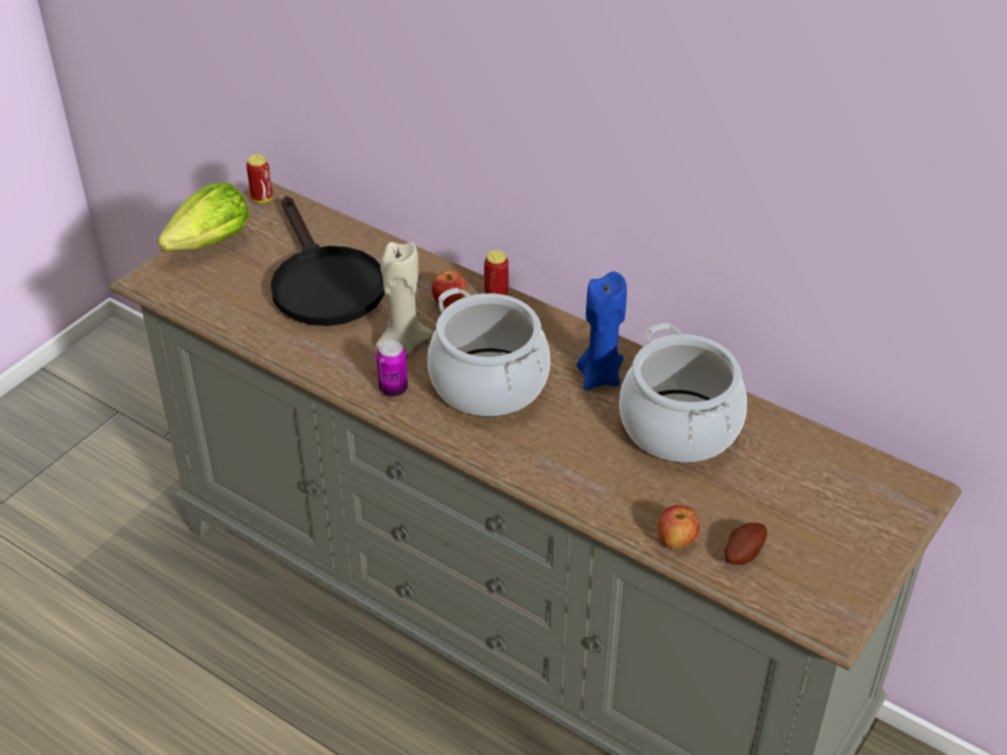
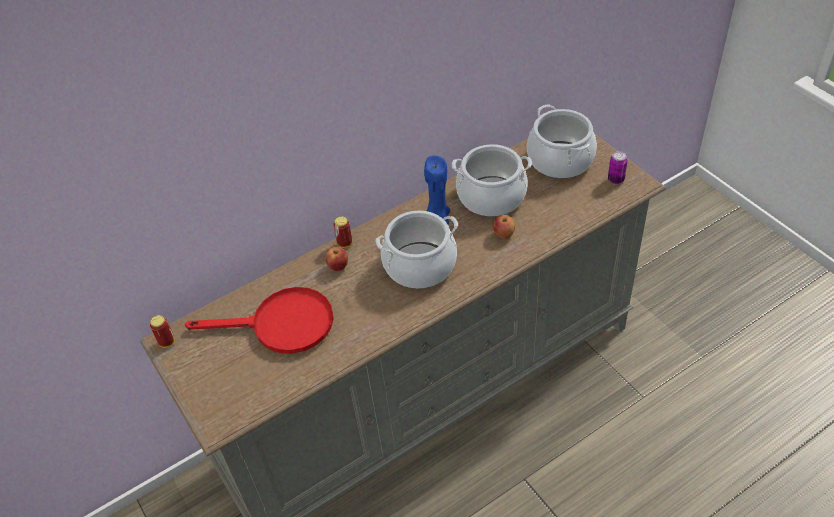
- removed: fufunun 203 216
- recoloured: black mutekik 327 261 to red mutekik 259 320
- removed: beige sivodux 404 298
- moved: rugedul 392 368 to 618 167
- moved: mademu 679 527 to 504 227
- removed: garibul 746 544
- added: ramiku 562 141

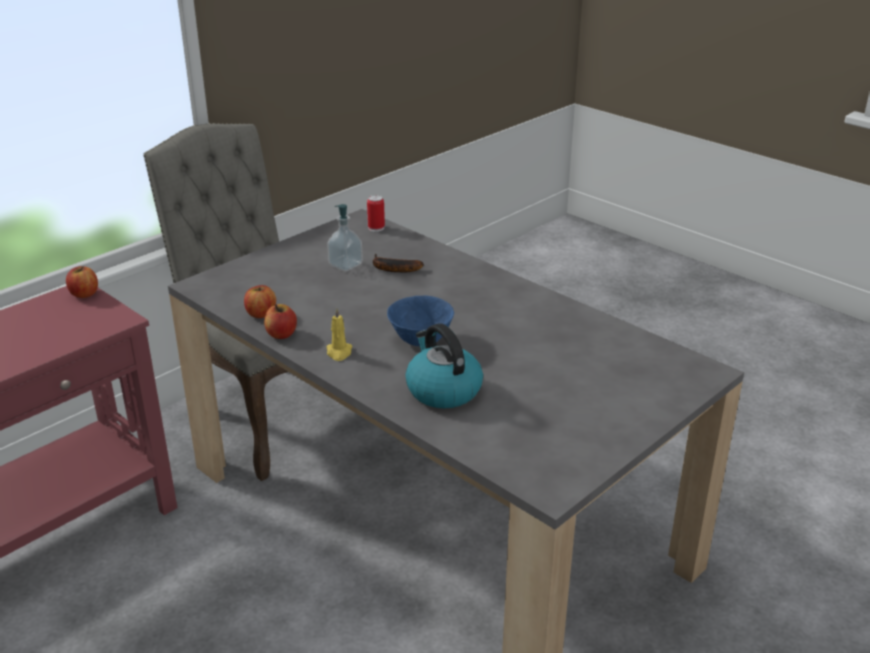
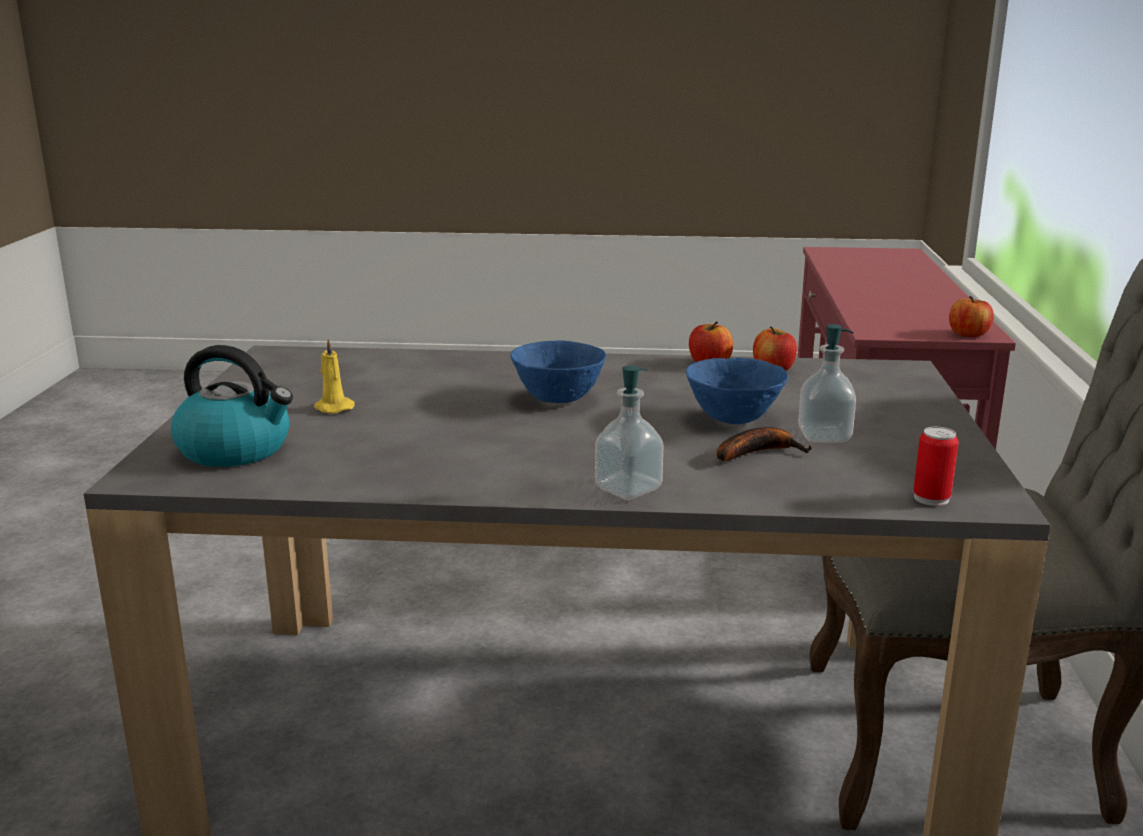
- moved: yellow sivodux 339 334 to 334 376
- moved: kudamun 444 365 to 232 406
- added: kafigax 629 432
- added: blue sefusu 737 390

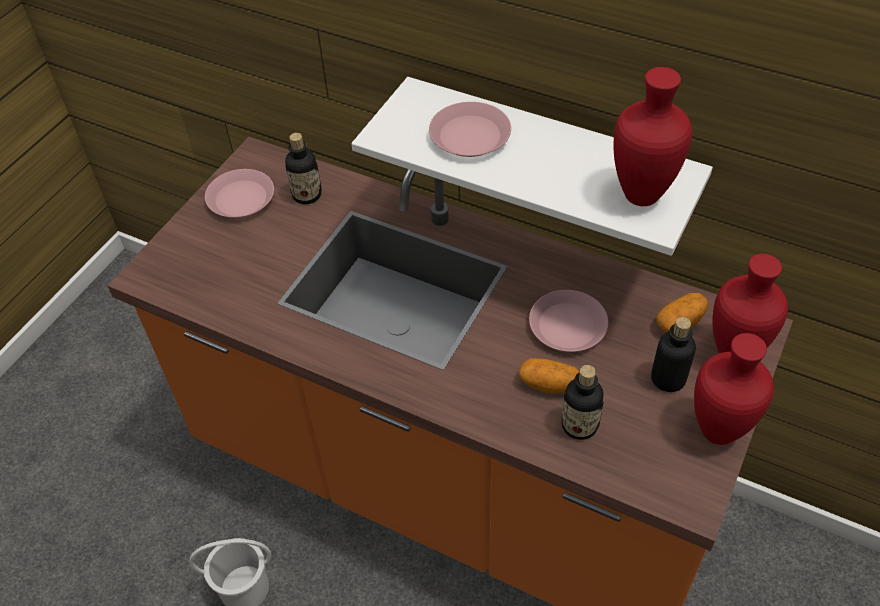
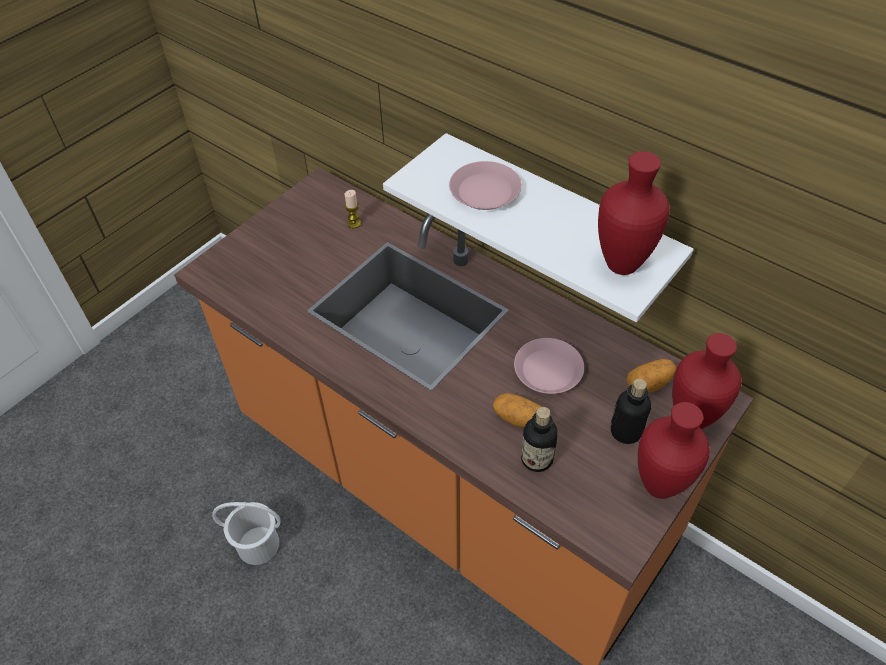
- removed: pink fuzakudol 239 193
- replaced: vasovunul 303 168 to sivodux 353 209

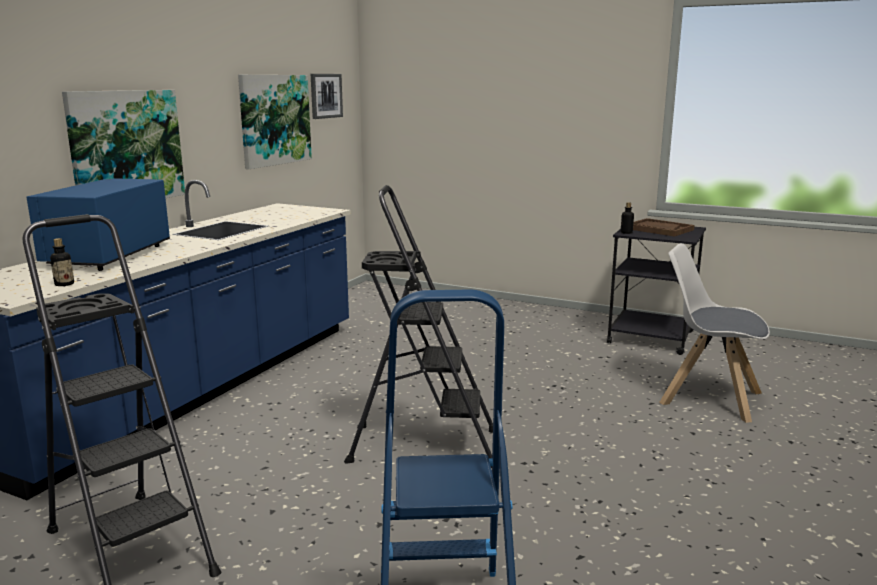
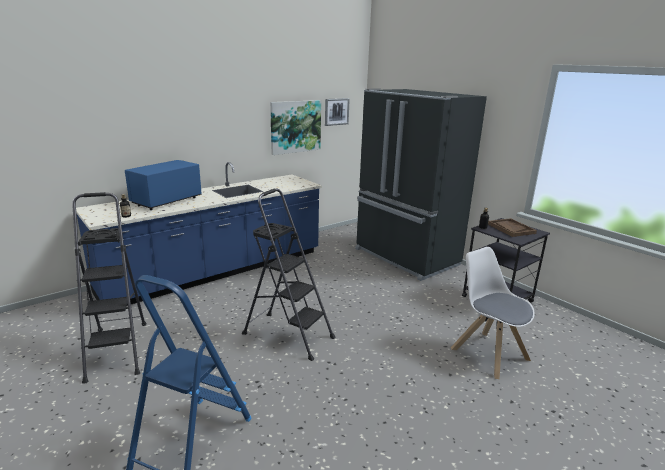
- removed: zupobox 123 144
- added: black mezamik 421 184

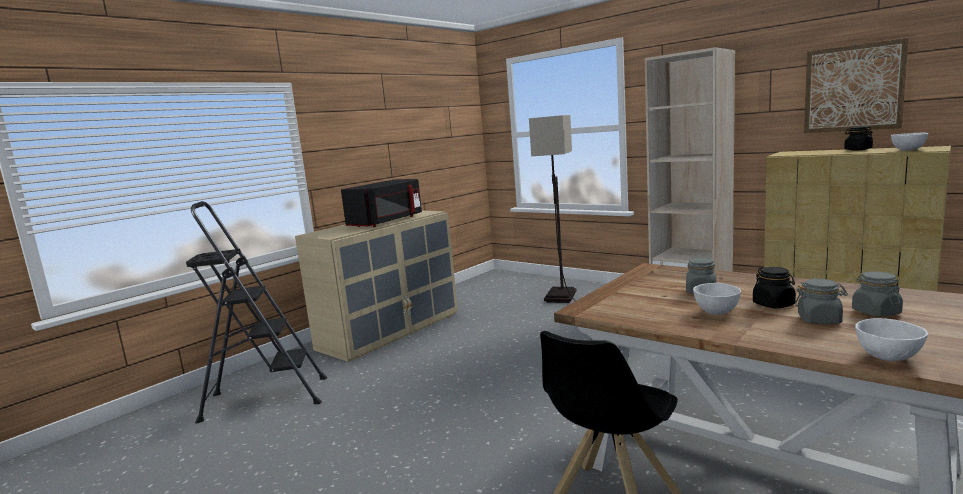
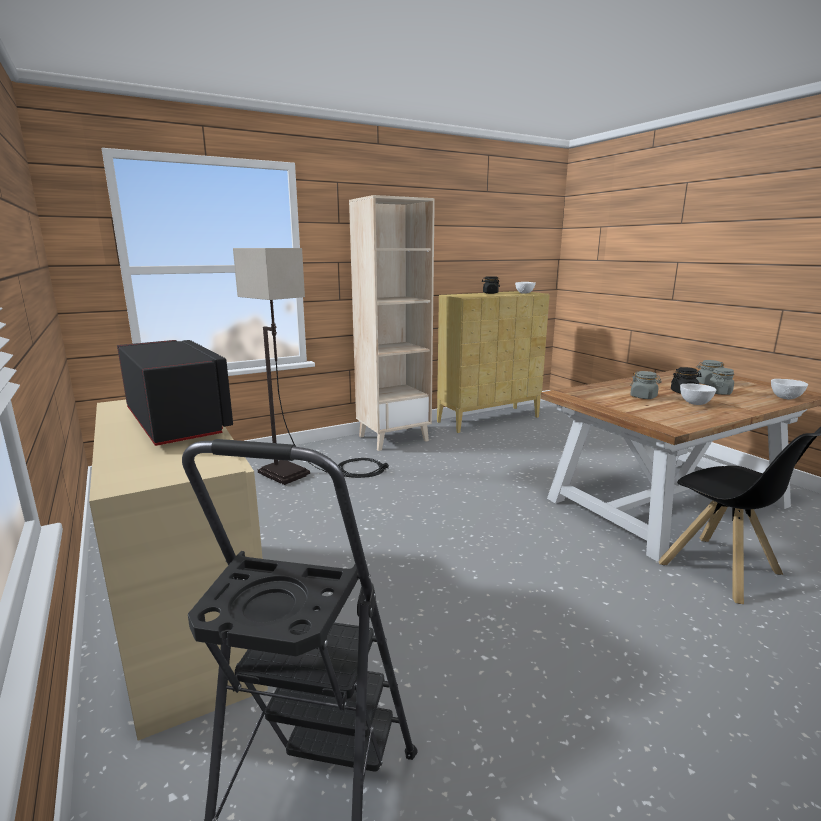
- removed: zupobox 856 85

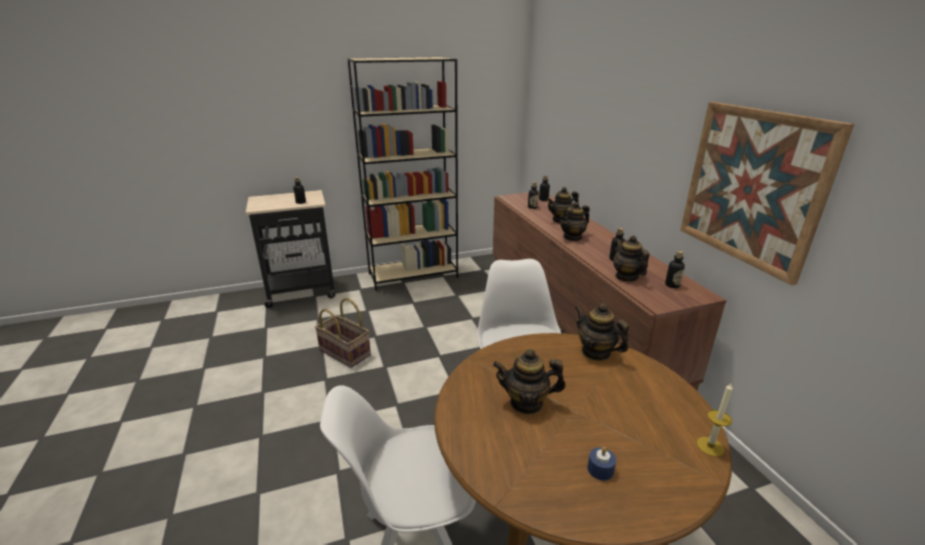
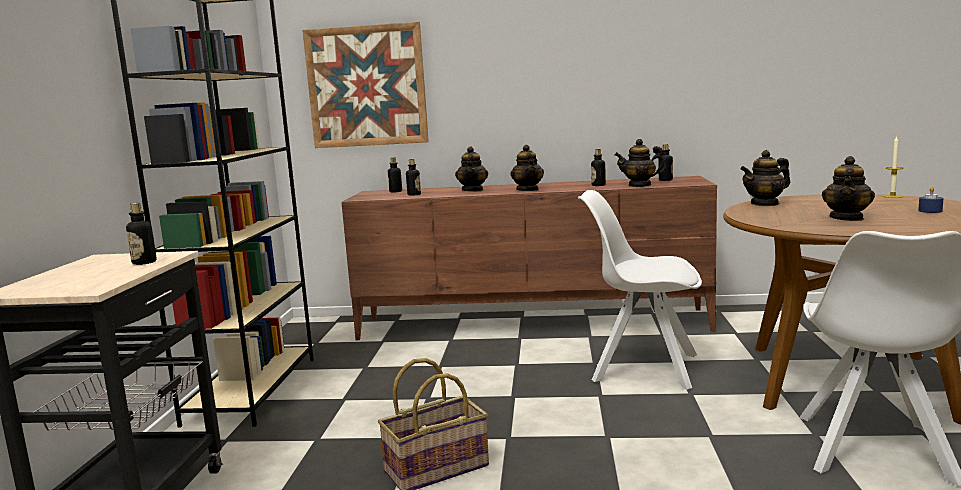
- moved: zupobox 767 193 to 365 85

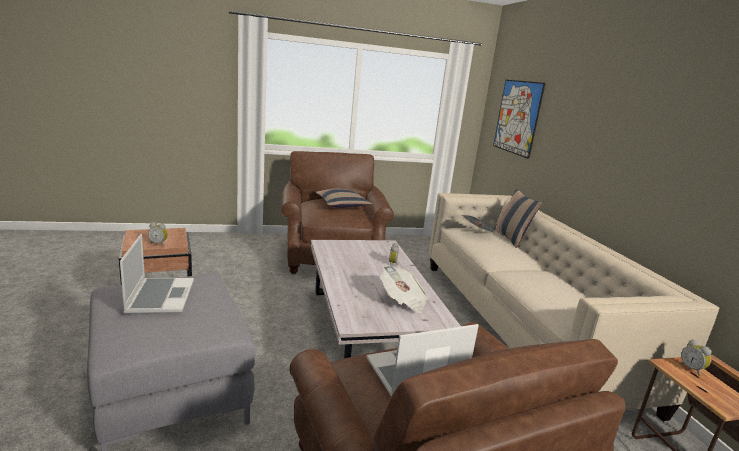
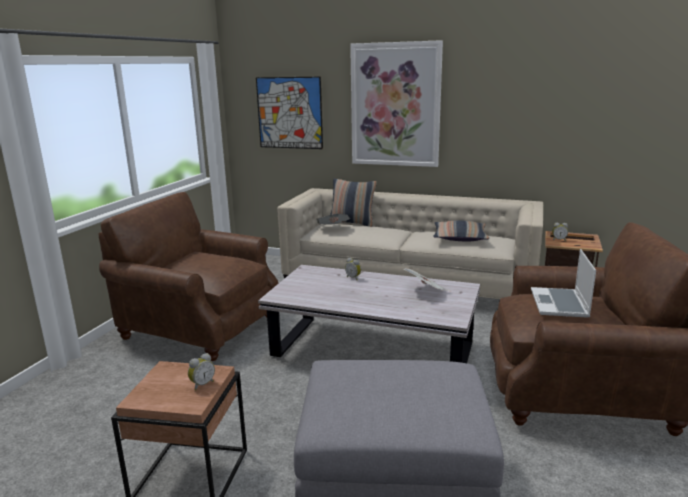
- removed: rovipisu 157 274
- moved: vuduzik 343 198 to 461 231
- added: zupobox 396 103

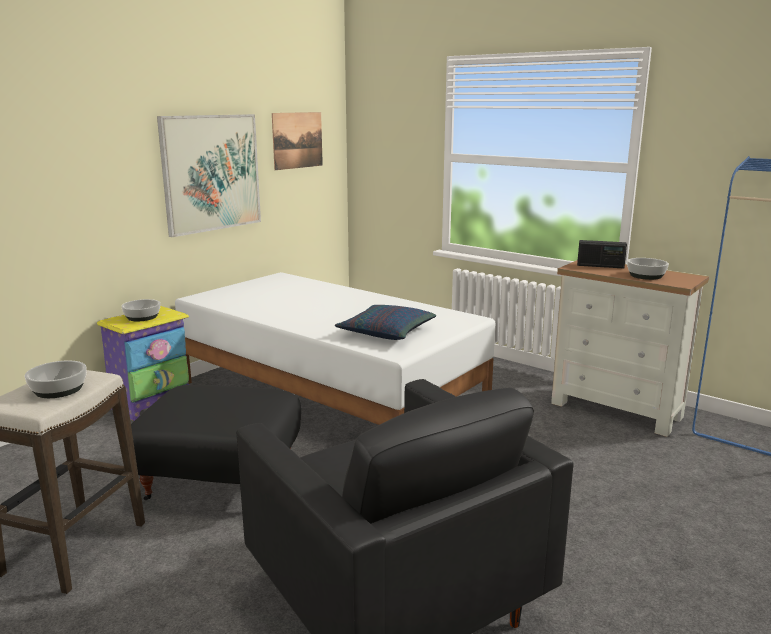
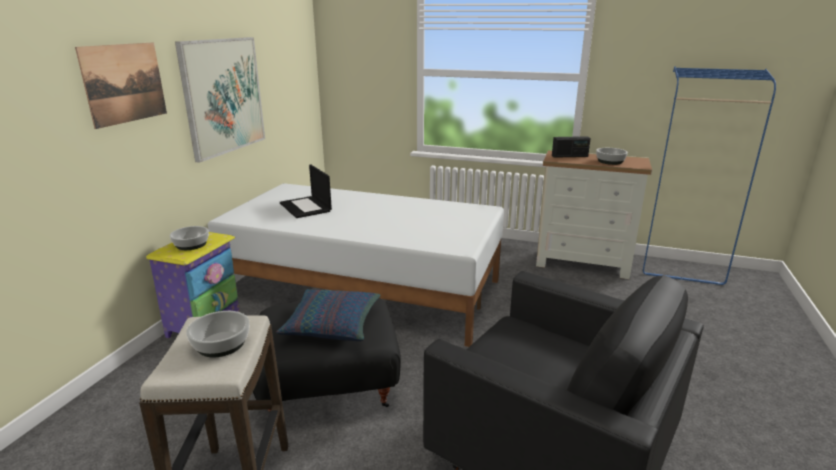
- moved: zupobox 297 141 to 121 85
- moved: blue vuduzik 385 322 to 328 315
- added: rovipisu 306 191

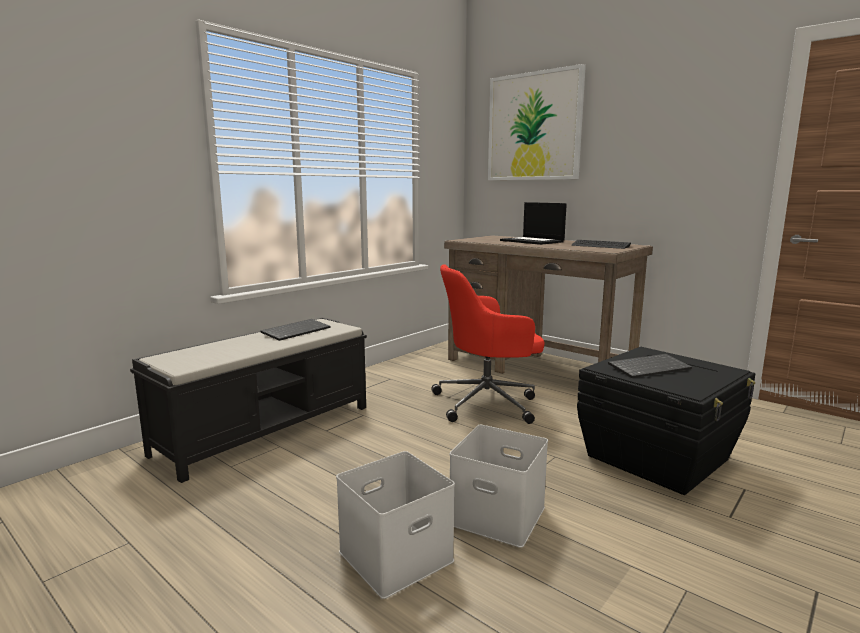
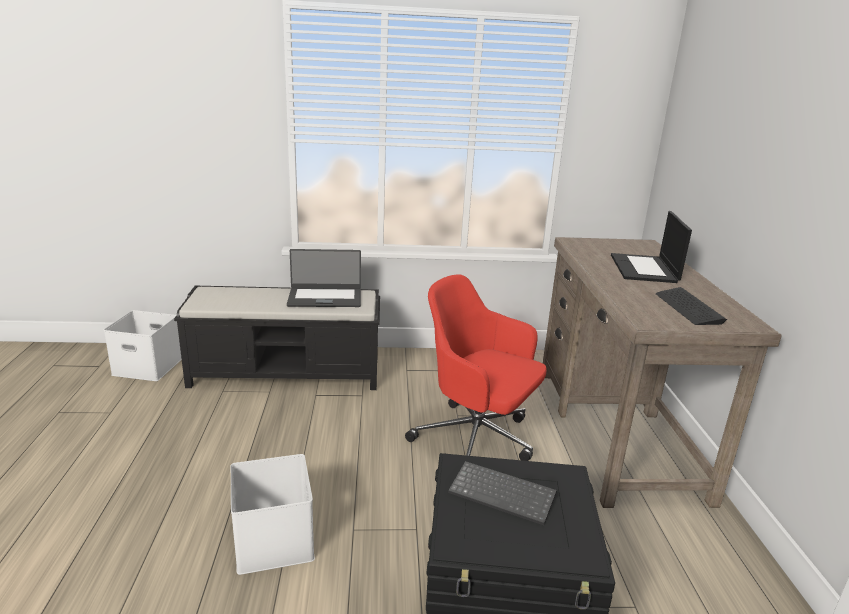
- replaced: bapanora 295 330 to rovipisu 324 278
- moved: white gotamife 395 525 to 143 345
- removed: zupobox 537 122

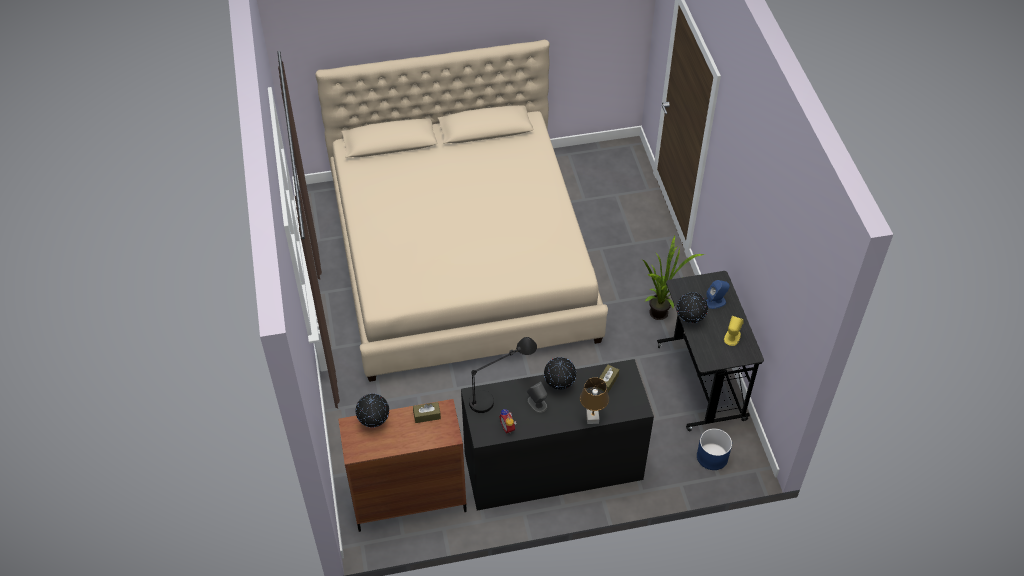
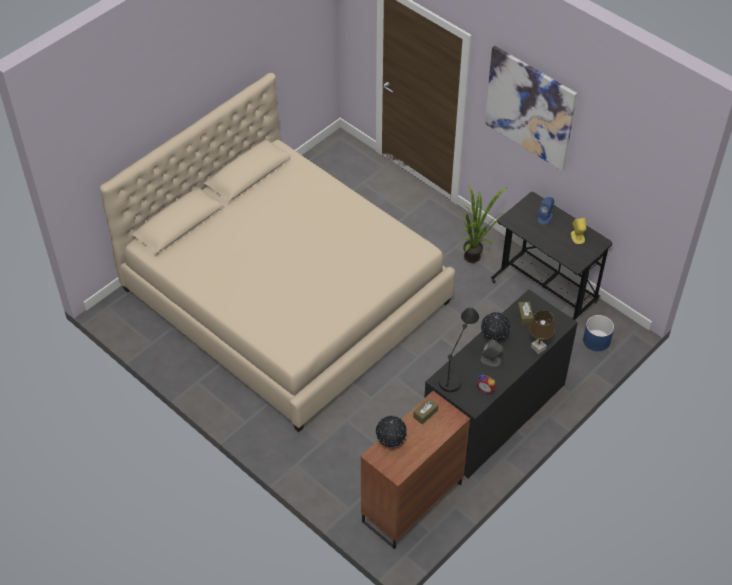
- removed: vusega 692 307
- added: zupobox 531 108

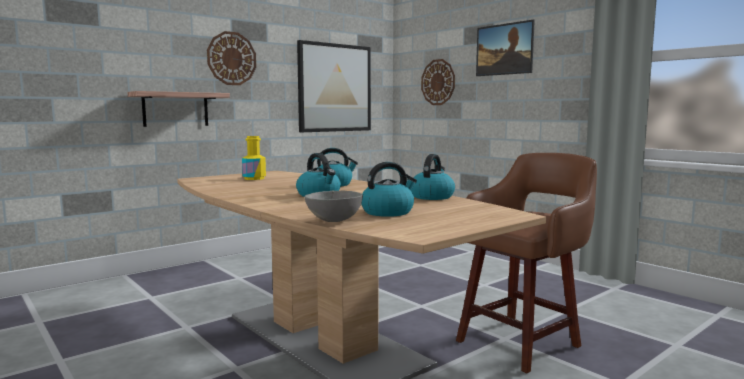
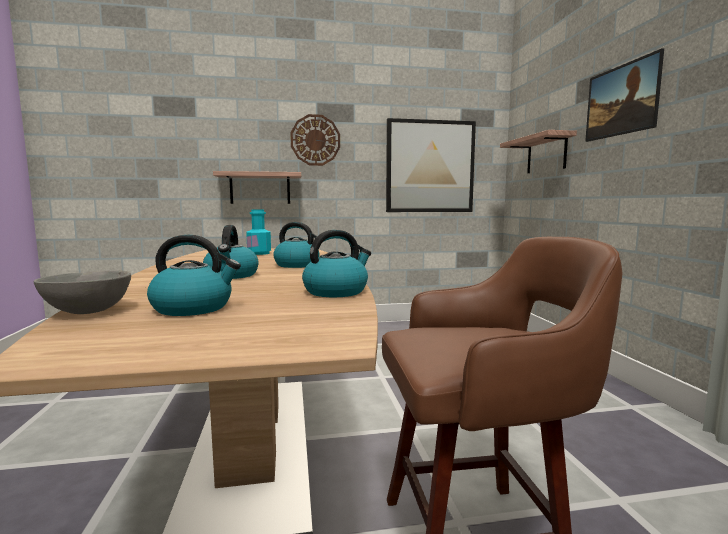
- recoloured: yellow vasovunul 254 158 to turquoise vasovunul 258 232
- replaced: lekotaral 438 82 to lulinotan 538 151

